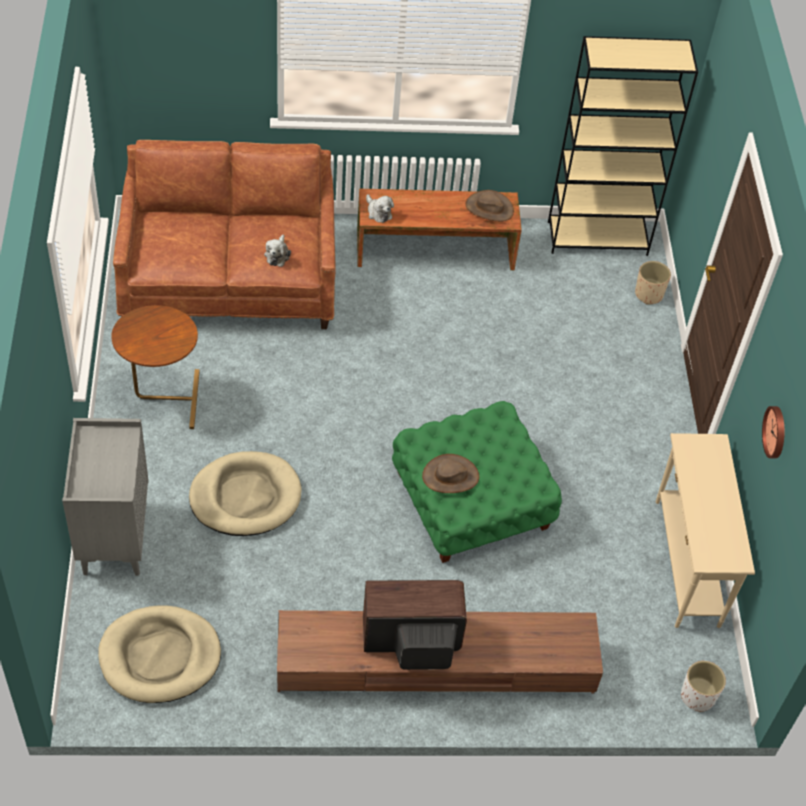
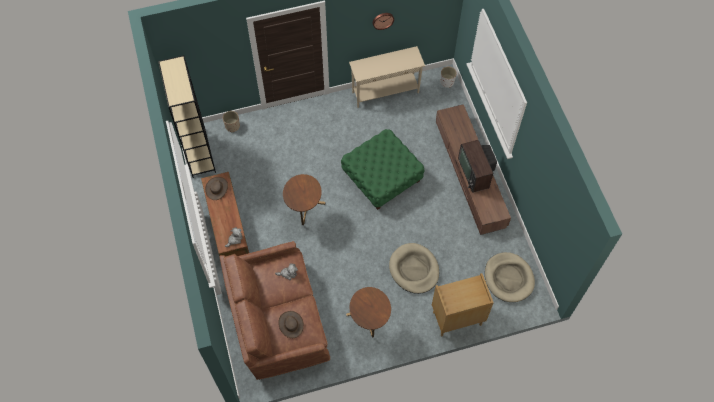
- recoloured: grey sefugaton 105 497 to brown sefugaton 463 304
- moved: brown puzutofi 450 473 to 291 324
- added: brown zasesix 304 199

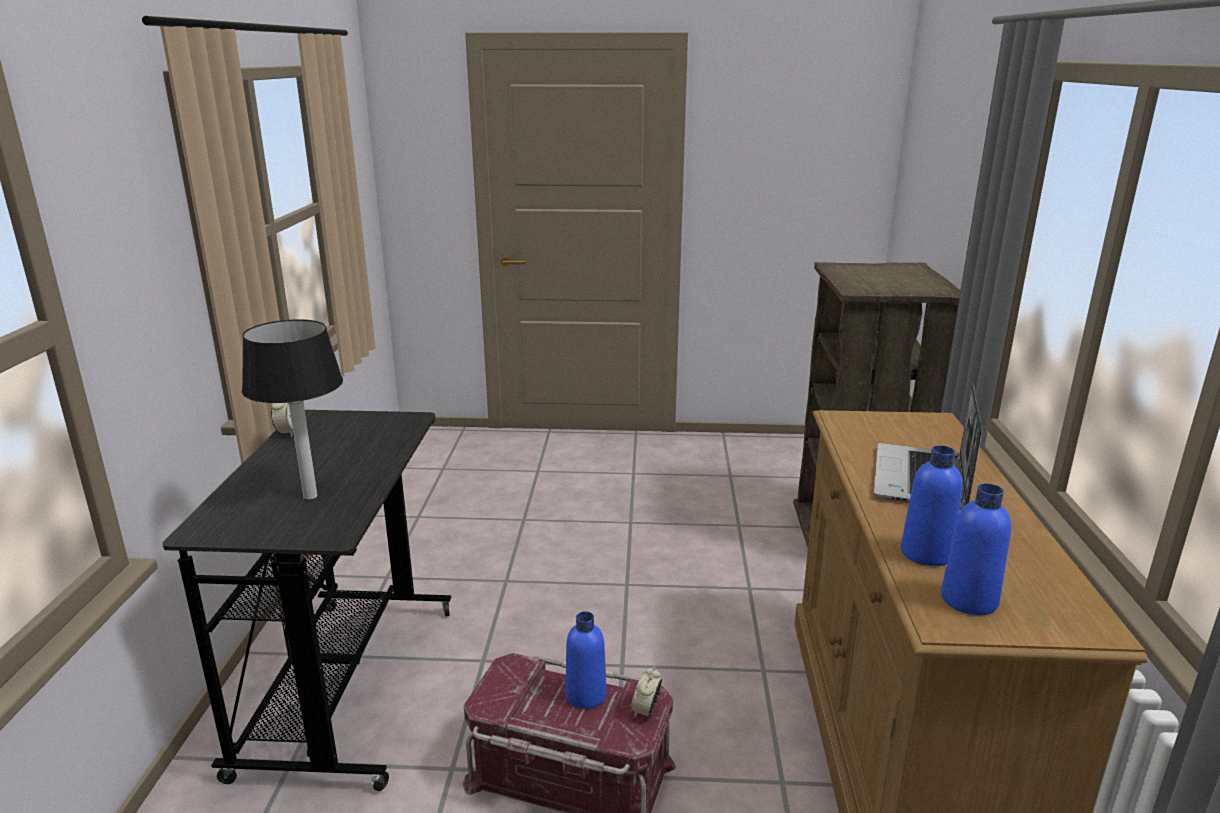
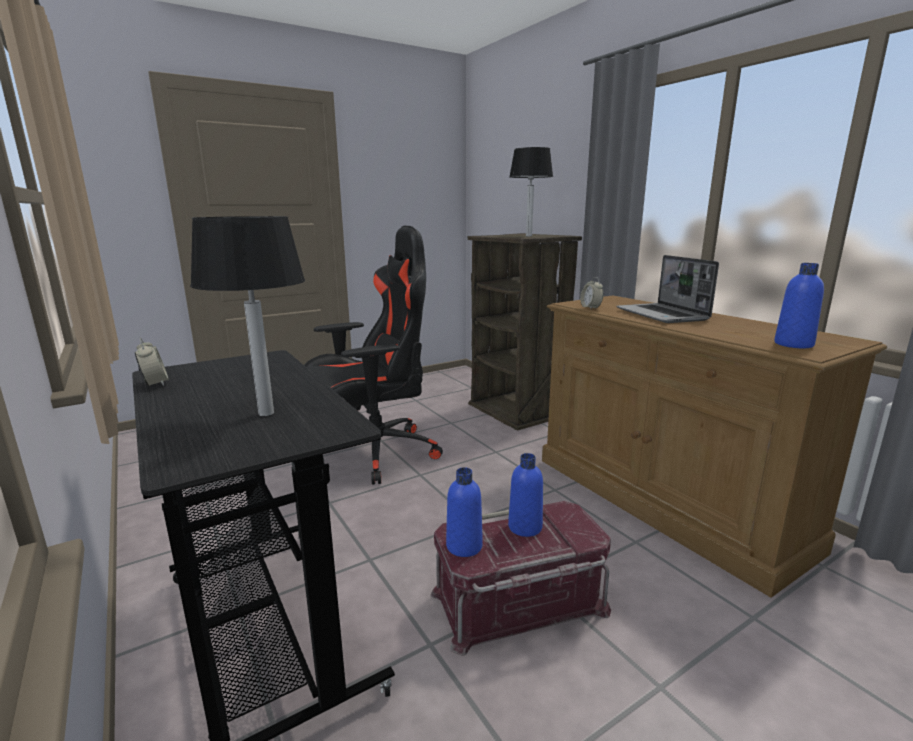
- moved: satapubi 646 692 to 591 293
- moved: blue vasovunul 932 505 to 464 512
- added: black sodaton 373 355
- added: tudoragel 531 191

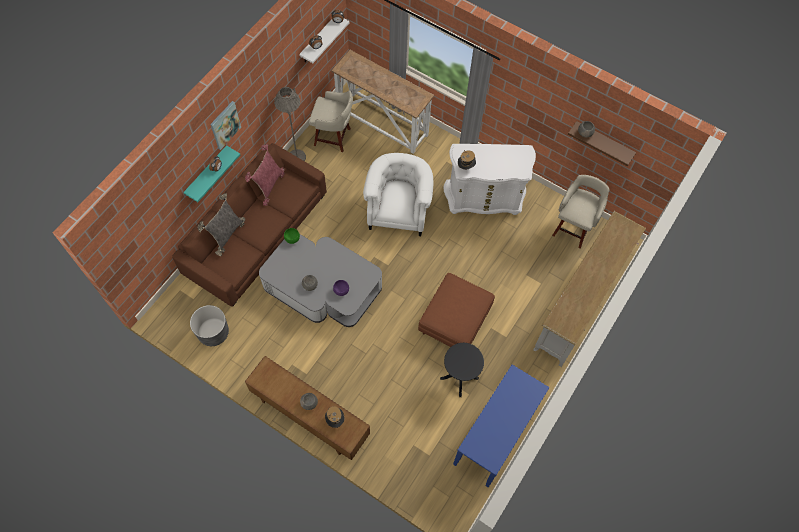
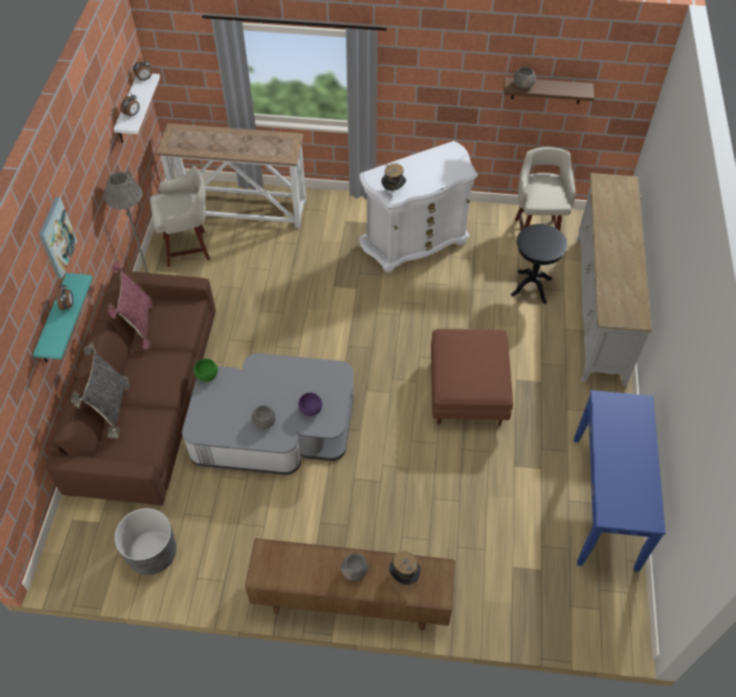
- removed: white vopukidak 398 194
- moved: black zasesix 462 370 to 539 264

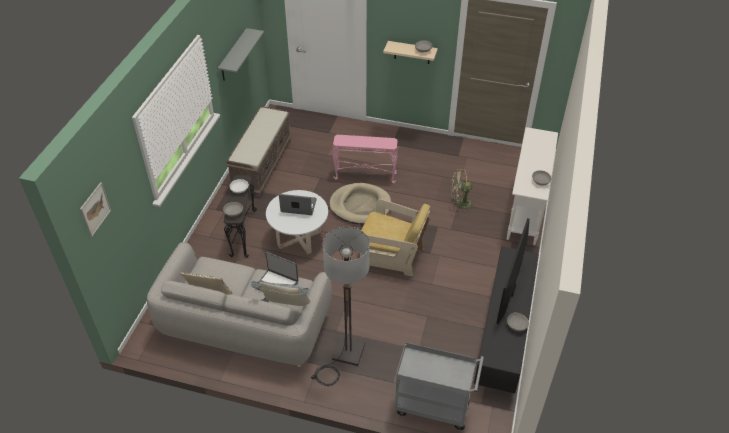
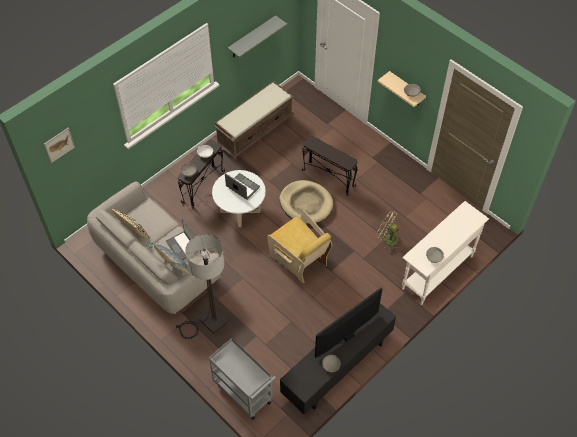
- recoloured: pink zasesix 365 159 to black zasesix 330 166

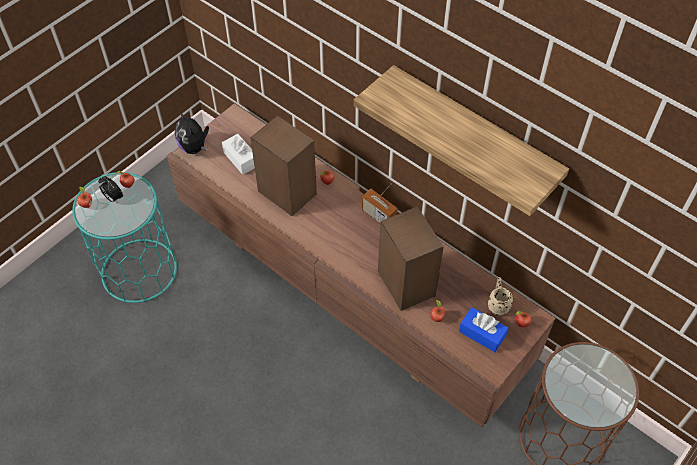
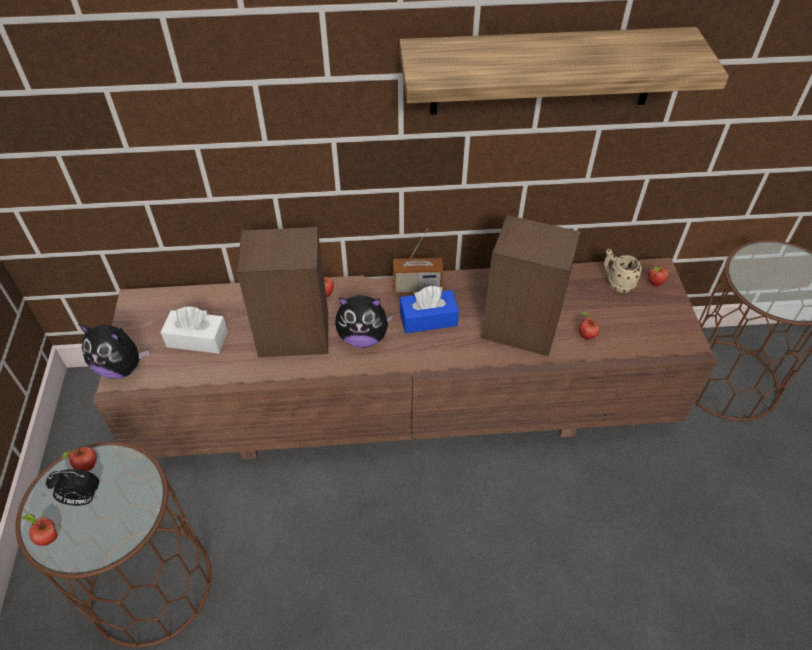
- recoloured: turquoise zasesix 124 237 to brown zasesix 113 545
- moved: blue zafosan 483 329 to 429 309
- added: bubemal 364 321

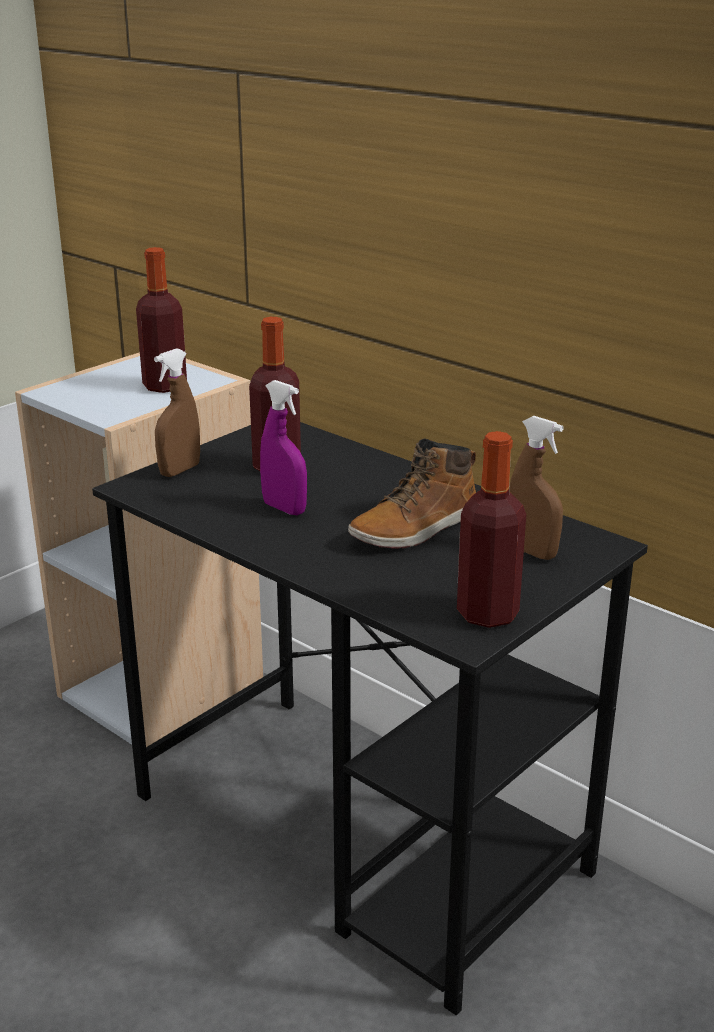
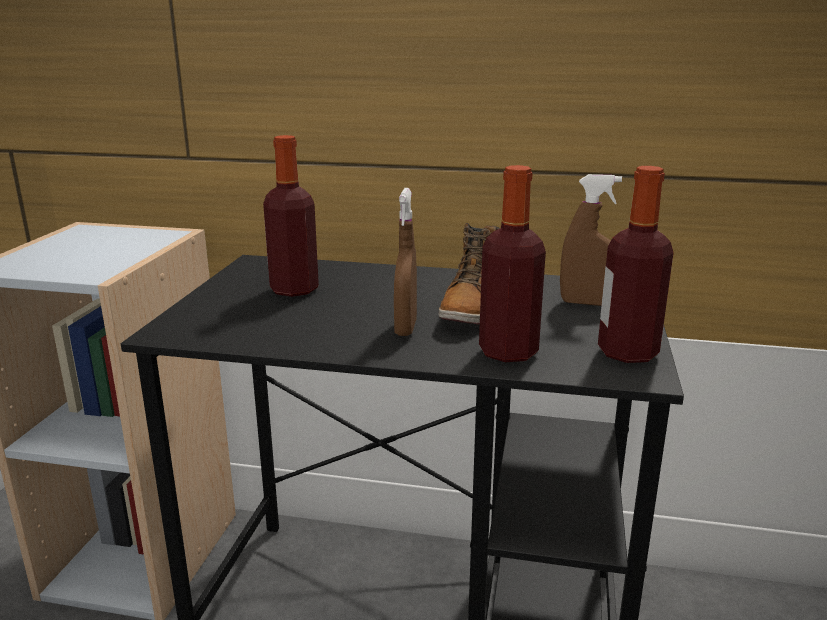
- moved: vasovunul 161 320 to 512 263
- moved: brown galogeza 177 412 to 405 262
- removed: purple galogeza 283 447

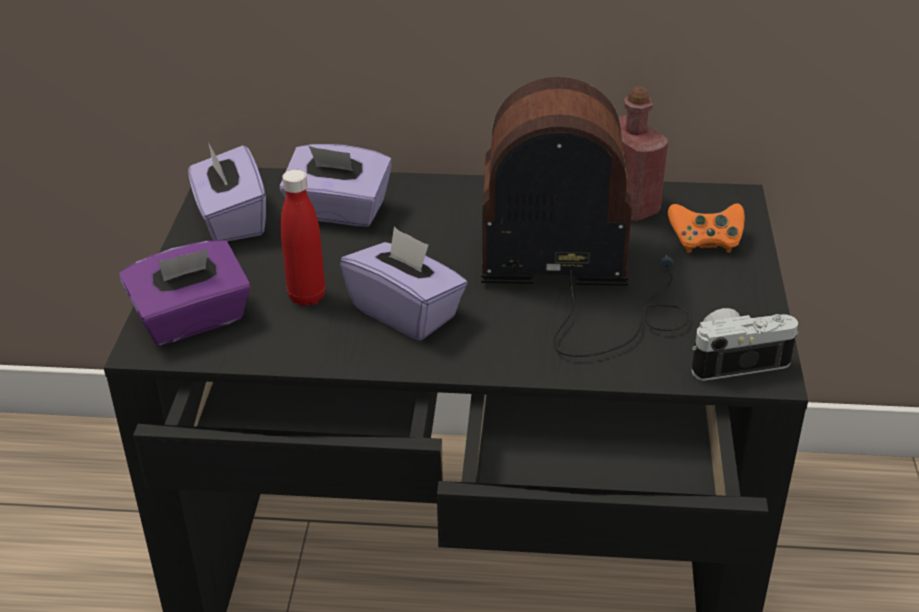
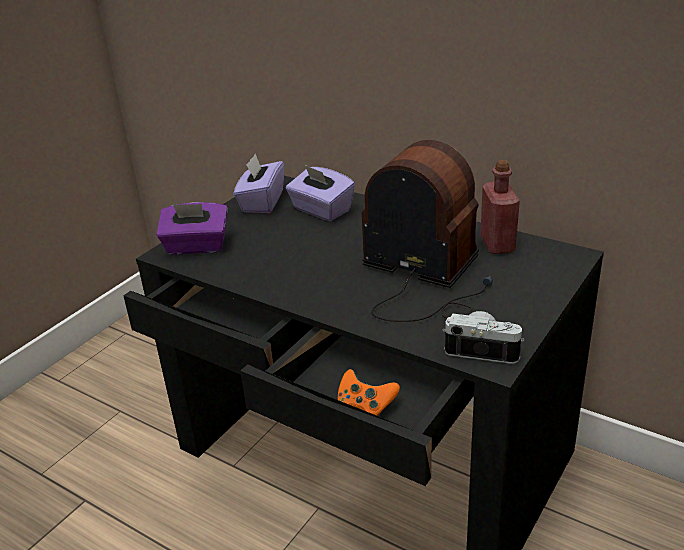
- removed: red vasovunul 303 238
- removed: purple zafosan 403 283
- moved: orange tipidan 706 228 to 369 392

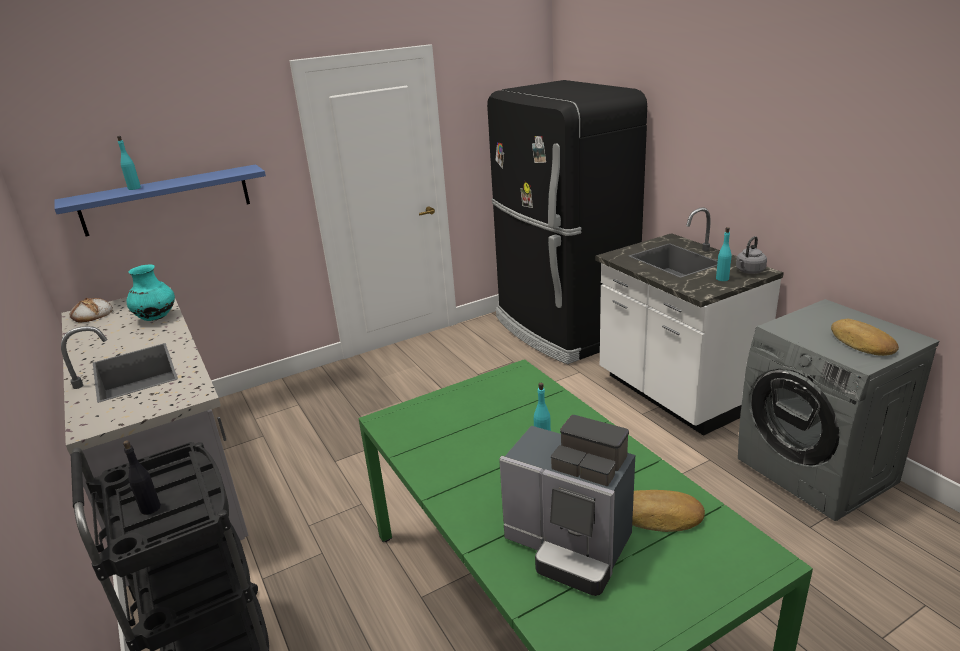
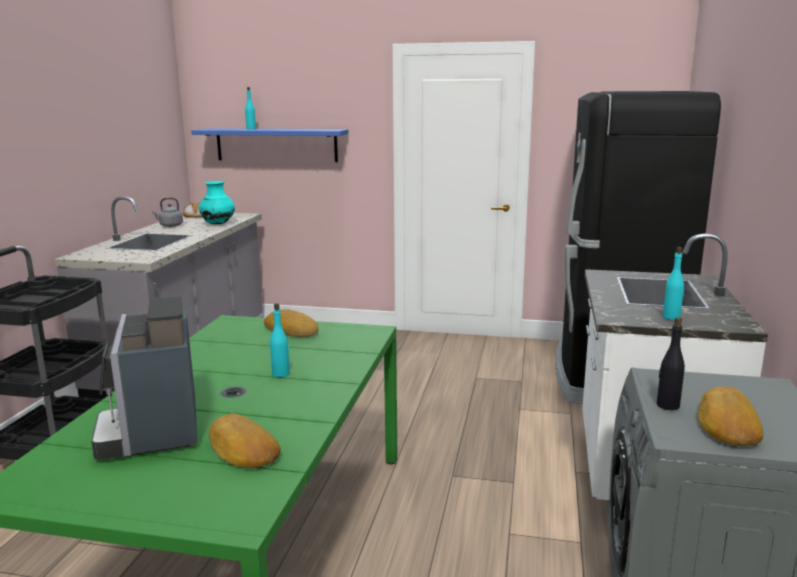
- moved: black vasovunul 142 477 to 671 363
- moved: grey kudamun 751 255 to 167 212
- added: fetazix 291 323

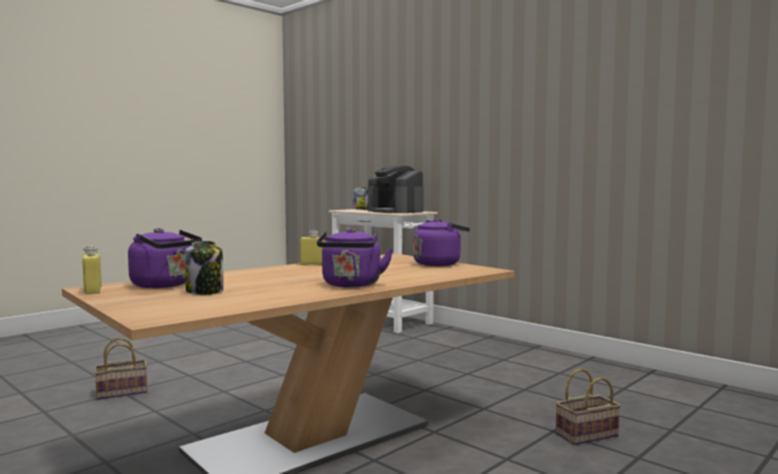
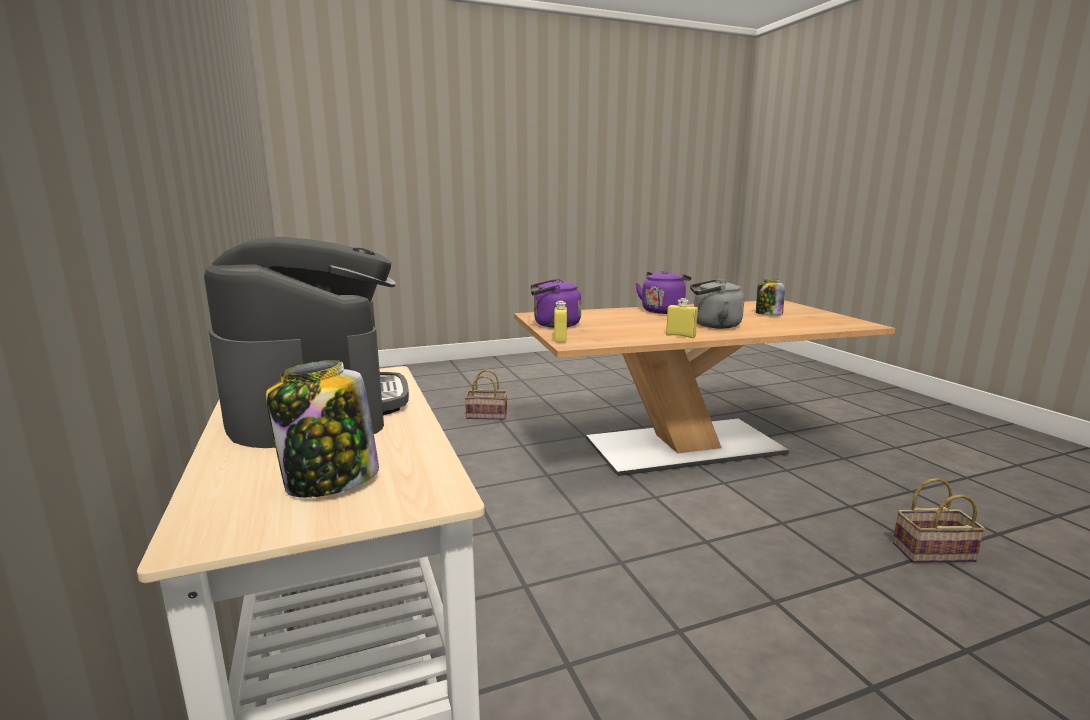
- moved: yellow vasovunul 92 270 to 560 322
- removed: purple kudamun 165 258
- added: grey kudamun 717 304

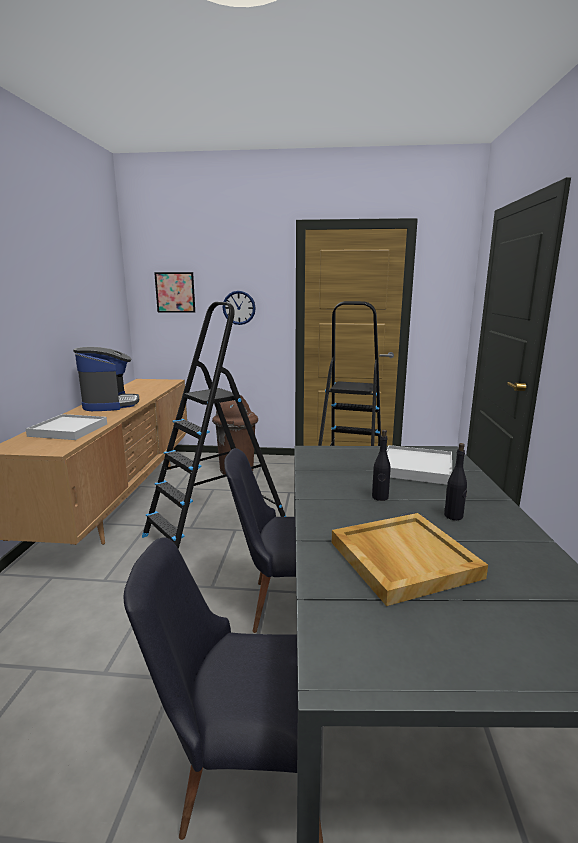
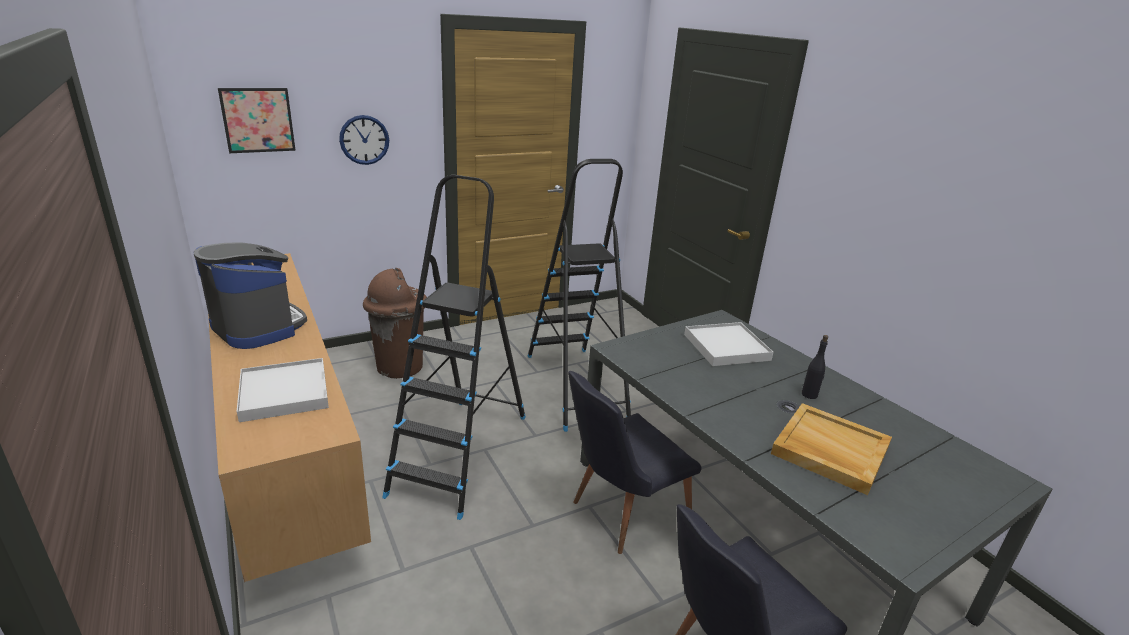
- removed: black vasovunul 381 465

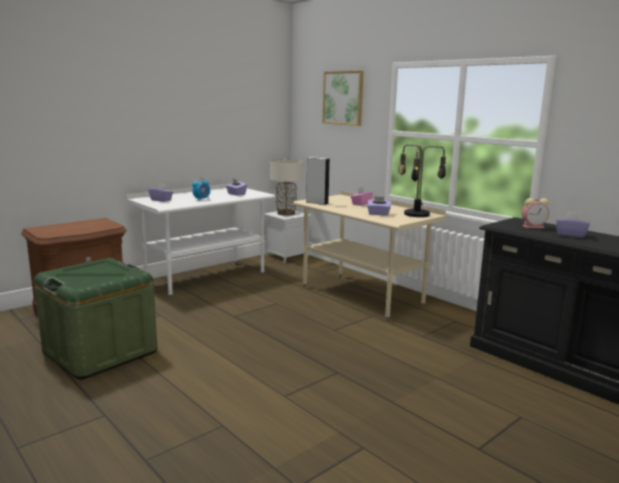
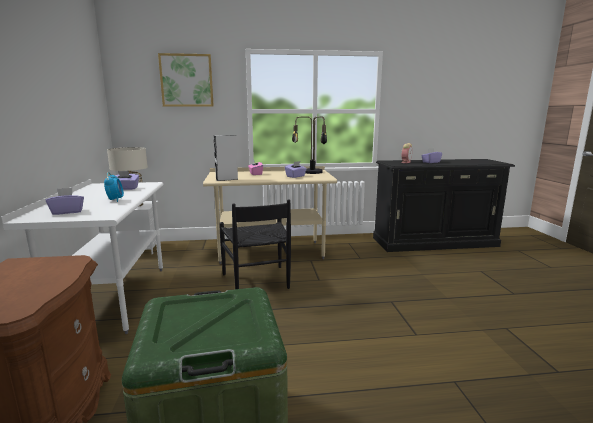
- added: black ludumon 255 244

